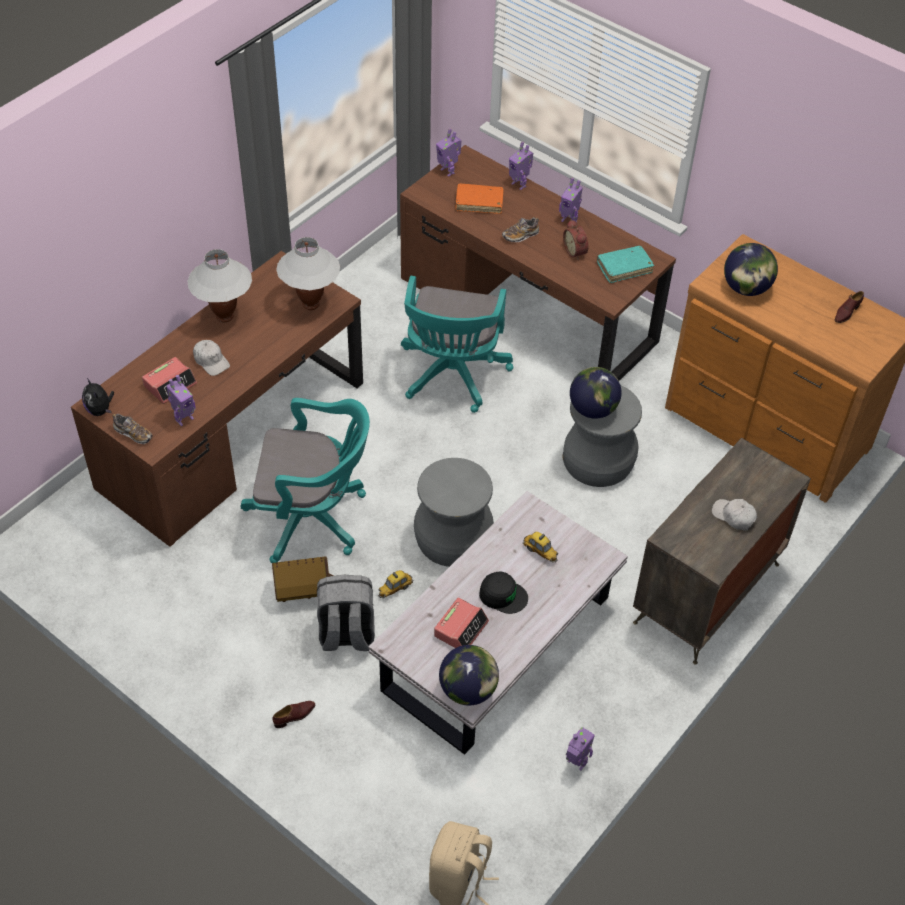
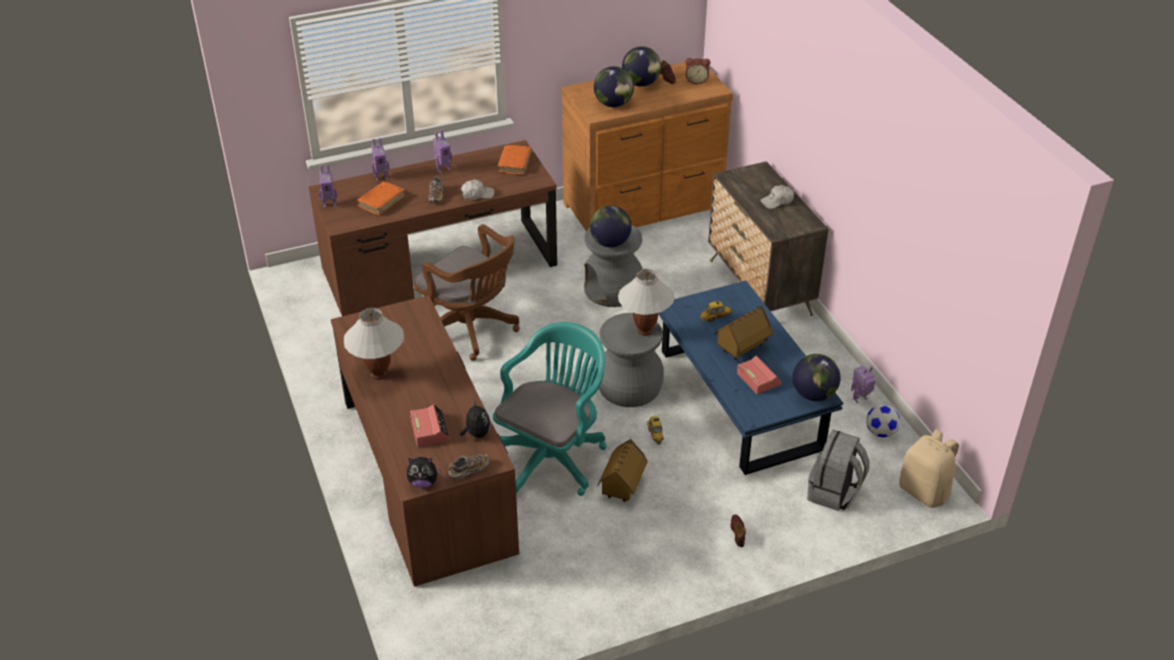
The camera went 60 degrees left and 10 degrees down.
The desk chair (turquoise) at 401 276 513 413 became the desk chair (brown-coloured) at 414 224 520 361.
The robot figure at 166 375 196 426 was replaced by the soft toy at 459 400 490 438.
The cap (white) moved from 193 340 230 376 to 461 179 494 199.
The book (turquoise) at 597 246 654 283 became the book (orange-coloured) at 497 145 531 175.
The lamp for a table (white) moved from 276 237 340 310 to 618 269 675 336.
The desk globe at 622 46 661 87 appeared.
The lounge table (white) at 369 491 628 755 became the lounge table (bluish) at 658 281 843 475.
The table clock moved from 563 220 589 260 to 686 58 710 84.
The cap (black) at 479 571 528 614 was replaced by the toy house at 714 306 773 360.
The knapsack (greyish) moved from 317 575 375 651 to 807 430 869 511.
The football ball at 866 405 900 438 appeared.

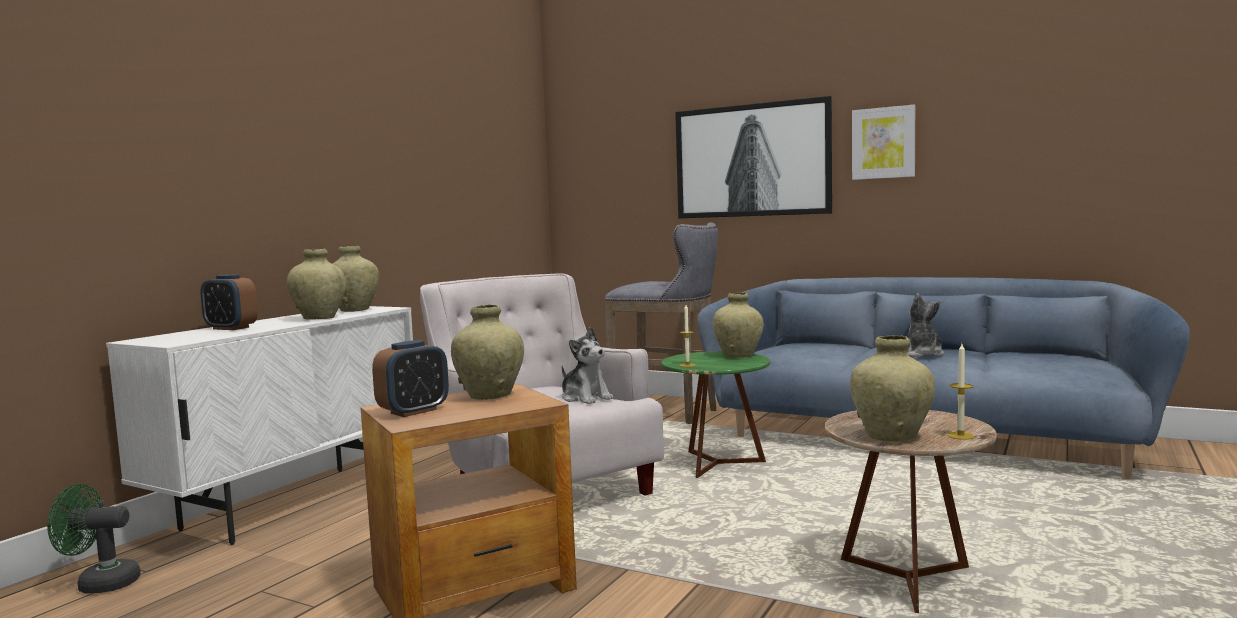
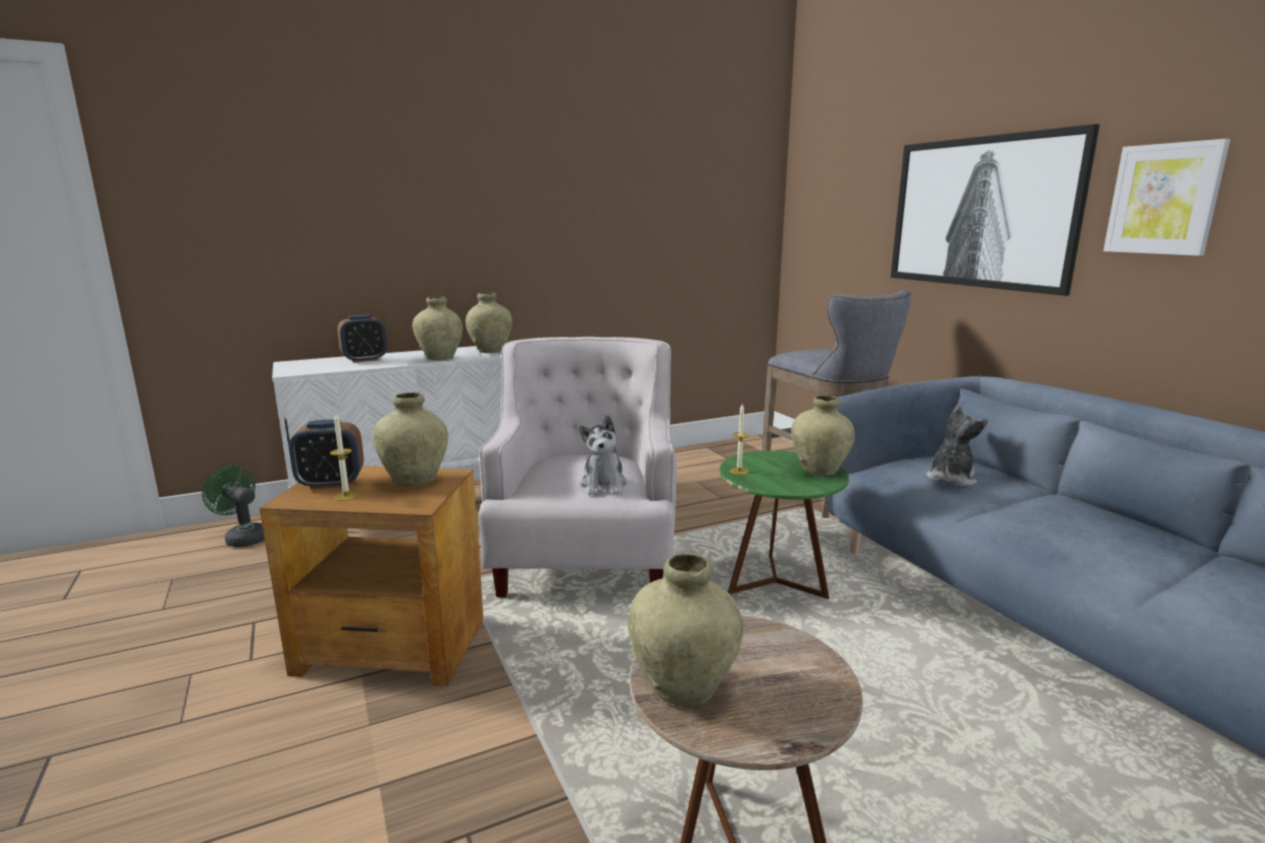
The camera went 35 degrees right and 10 degrees up.
The candle moved from 947 344 975 440 to 330 414 359 501.
The table clock at 200 274 258 330 turned 90 degrees counterclockwise.
The soft toy moved from 907 293 944 357 to 926 405 988 486.

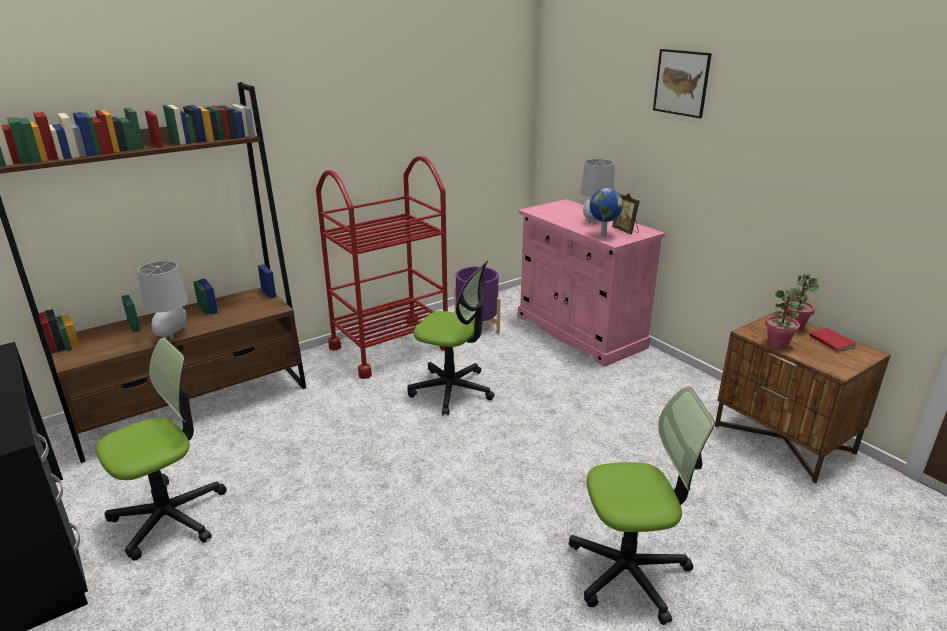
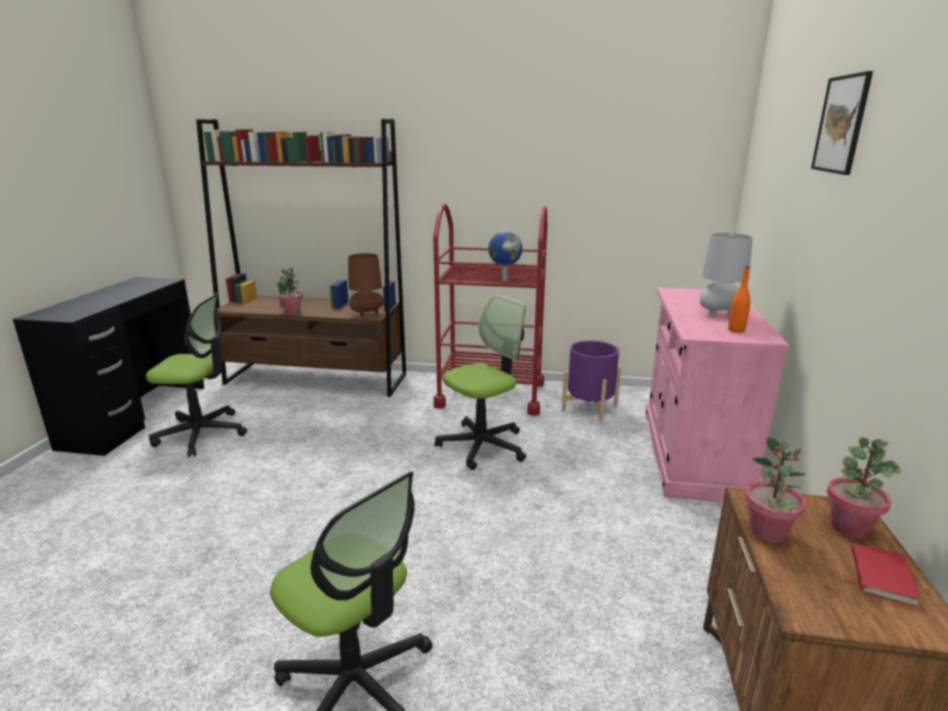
The camera went 45 degrees right and 5 degrees down.
The lamp for a table (greyish) at 138 261 188 339 was replaced by the potted plant at 277 267 303 314.
The lamp for a table (brown-coloured) at 348 253 384 316 appeared.
The desk chair at 408 260 495 416 turned 105 degrees counterclockwise.
The desk globe moved from 589 188 623 237 to 488 231 522 282.
The standing frame at 612 193 639 235 was replaced by the bottle (orange-coloured) at 728 267 751 333.

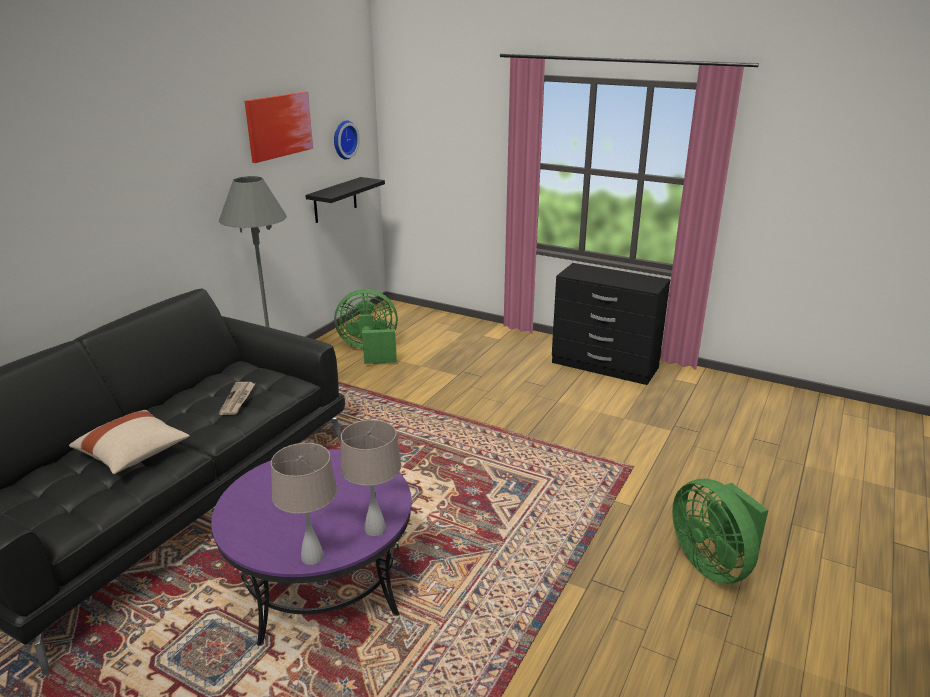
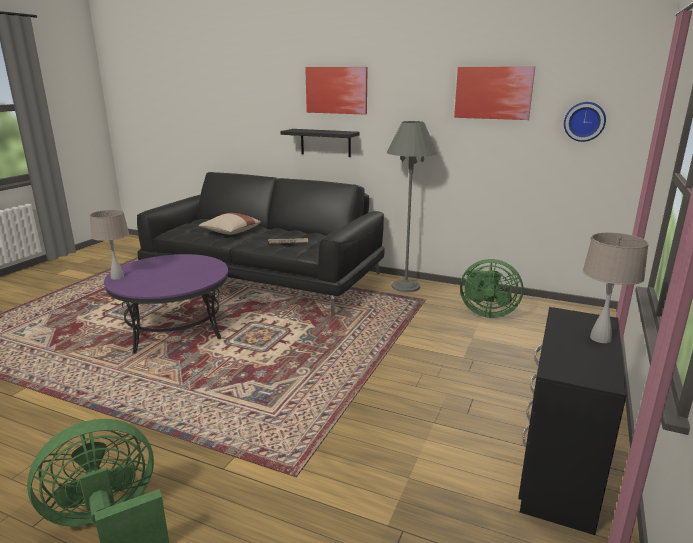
The camera went 85 degrees right and 5 degrees down.
The shelf (black) moved from 305 177 385 223 to 280 129 359 157.
The wall picture at 305 67 368 115 appeared.
The cooling fan (green) at 334 289 398 364 turned 120 degrees clockwise.
The lamp for a table (beige-coloured) moved from 340 420 401 536 to 583 232 649 343.

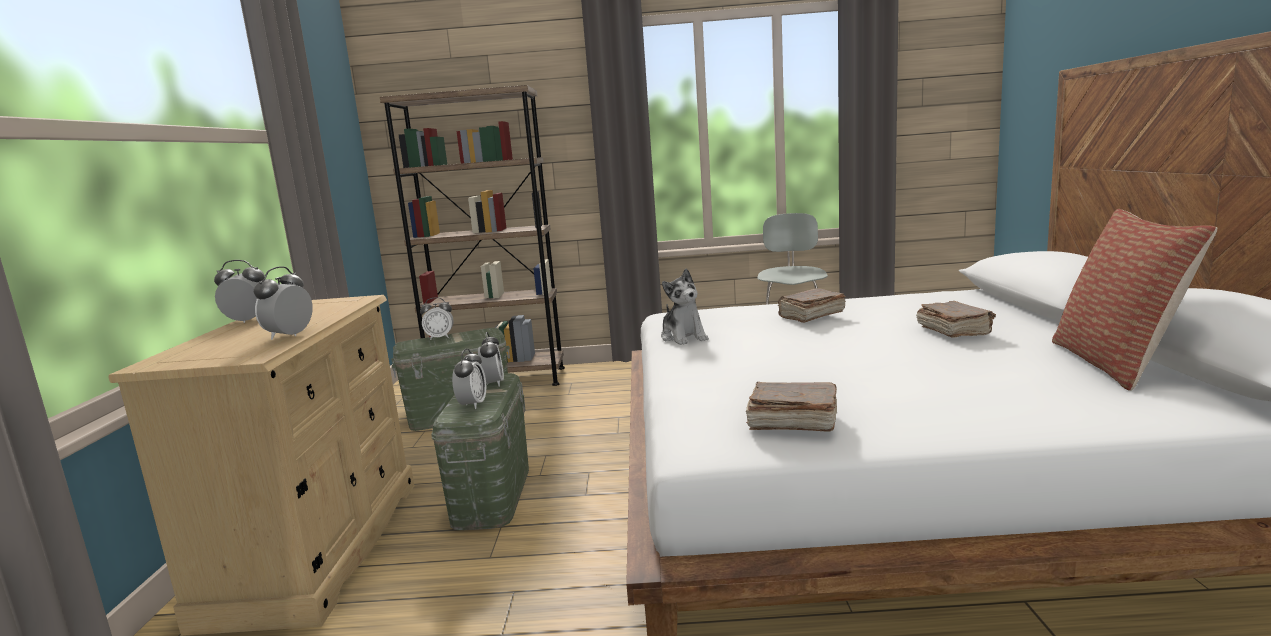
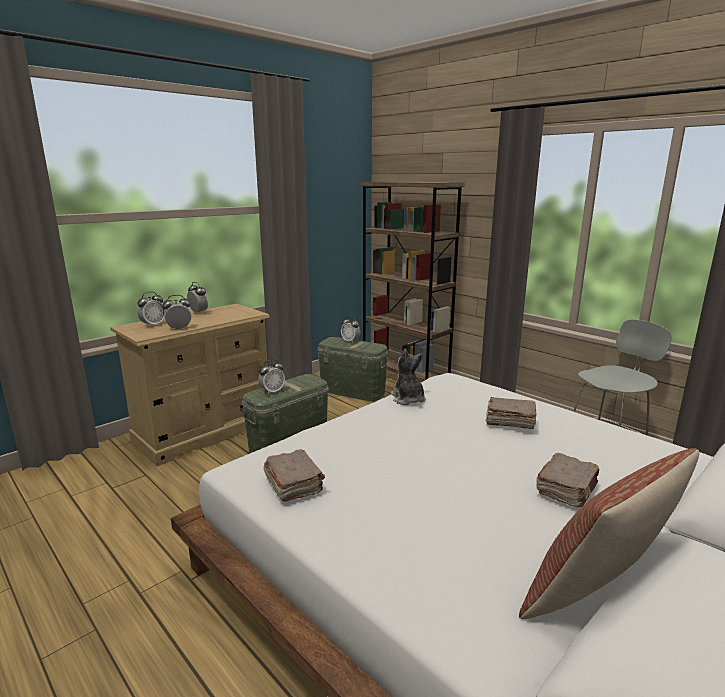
The camera went 45 degrees right and 5 degrees up.
The table clock moved from 478 332 504 387 to 137 292 165 327.
The soft toy at 661 268 709 345 turned 135 degrees clockwise.

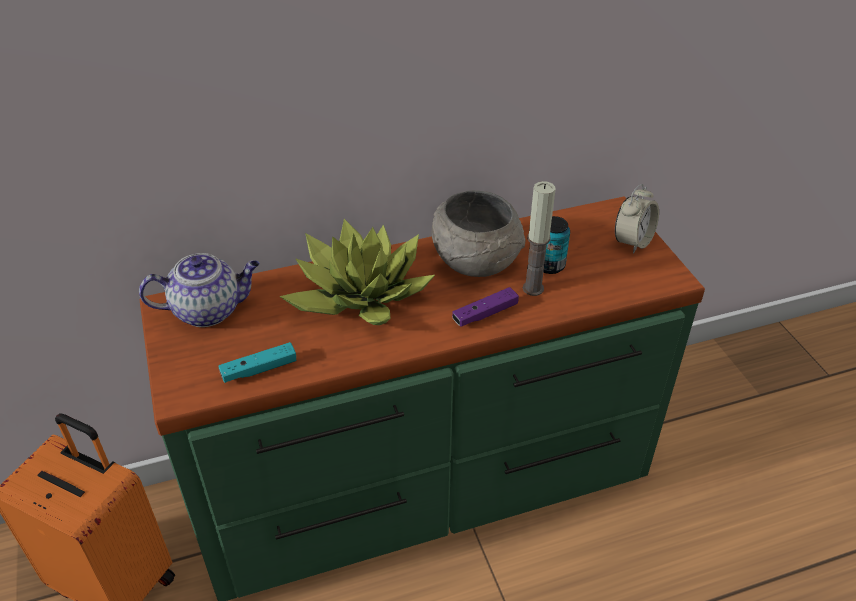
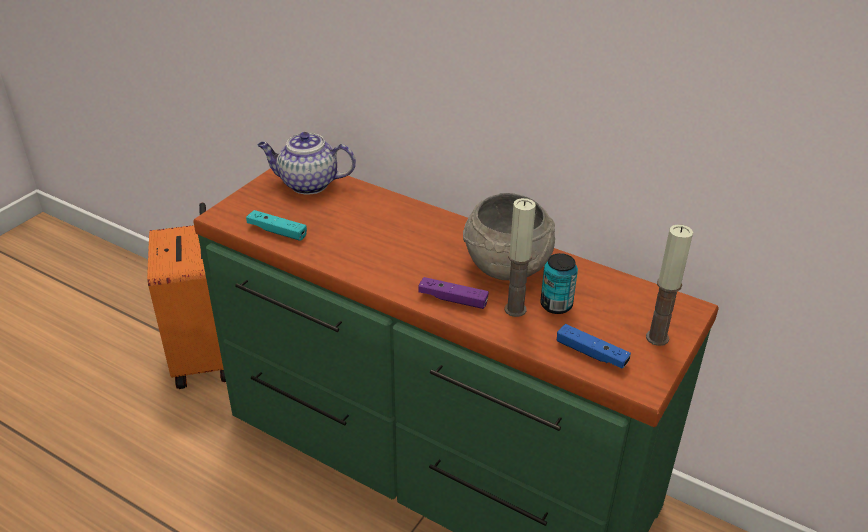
The camera went 50 degrees right and 5 degrees down.
The teapot at 139 253 260 327 turned 150 degrees clockwise.
The joypad (bluish) at 557 324 631 369 appeared.
The table clock at 615 184 659 254 was replaced by the candle at 646 225 693 346.
The potted plant at 279 219 435 325 disappeared.

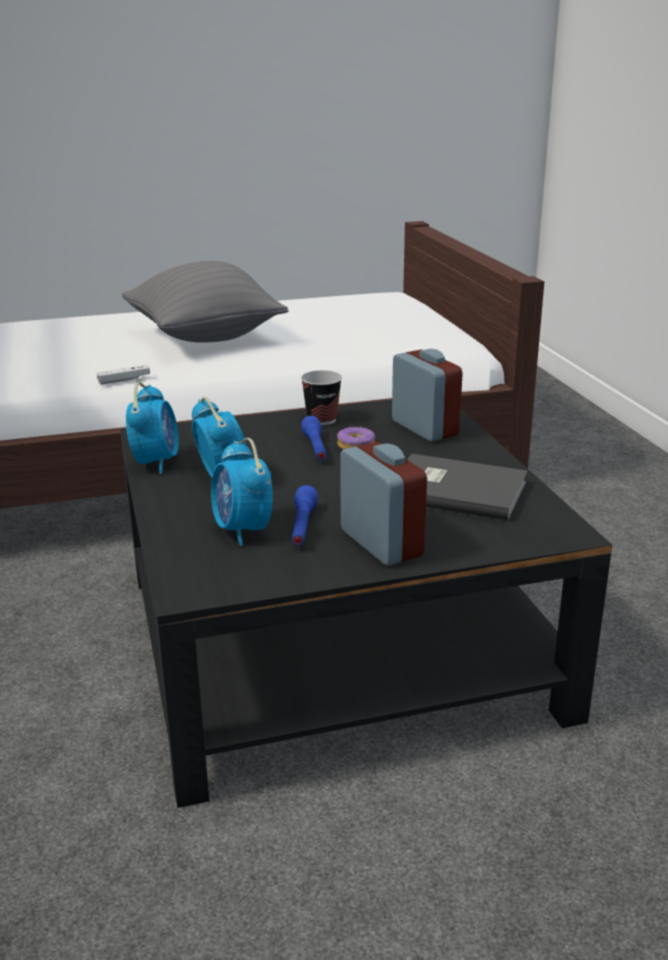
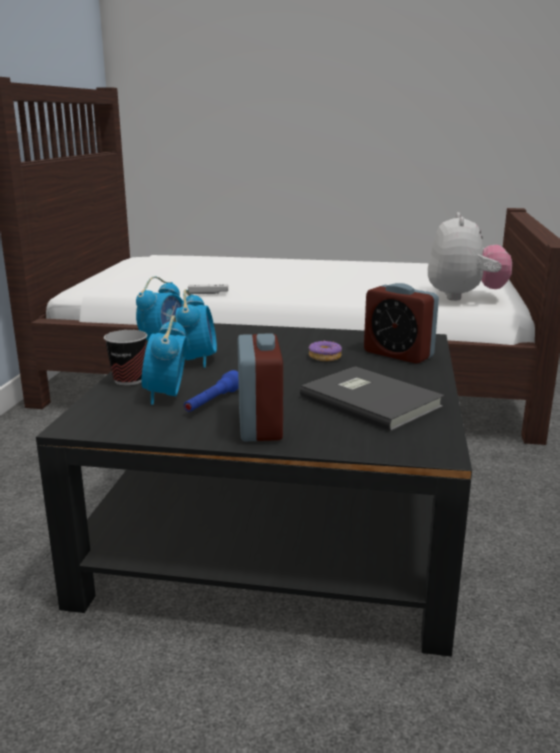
The camera went 25 degrees right and 5 degrees down.
The drinking cup moved from 301 370 342 425 to 104 330 147 386.
The table clock at 392 349 463 441 turned 135 degrees clockwise.
The soft toy at 428 212 512 301 appeared.
The throw pillow (greyish) at 122 261 289 343 disappeared.
The hand torch (bluish) at 301 416 327 460 disappeared.

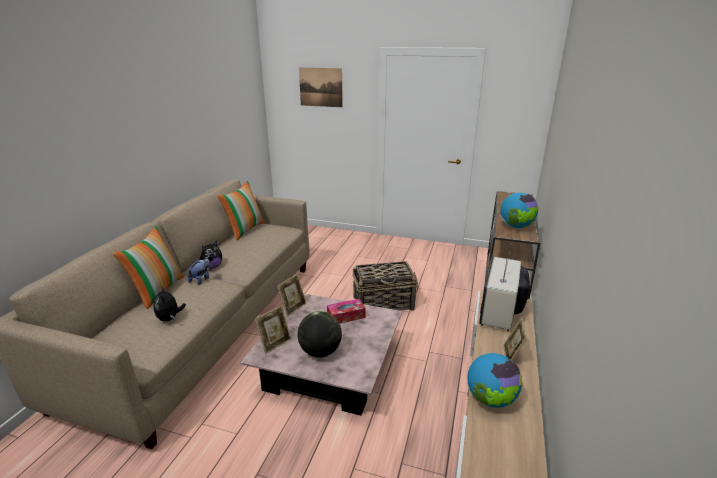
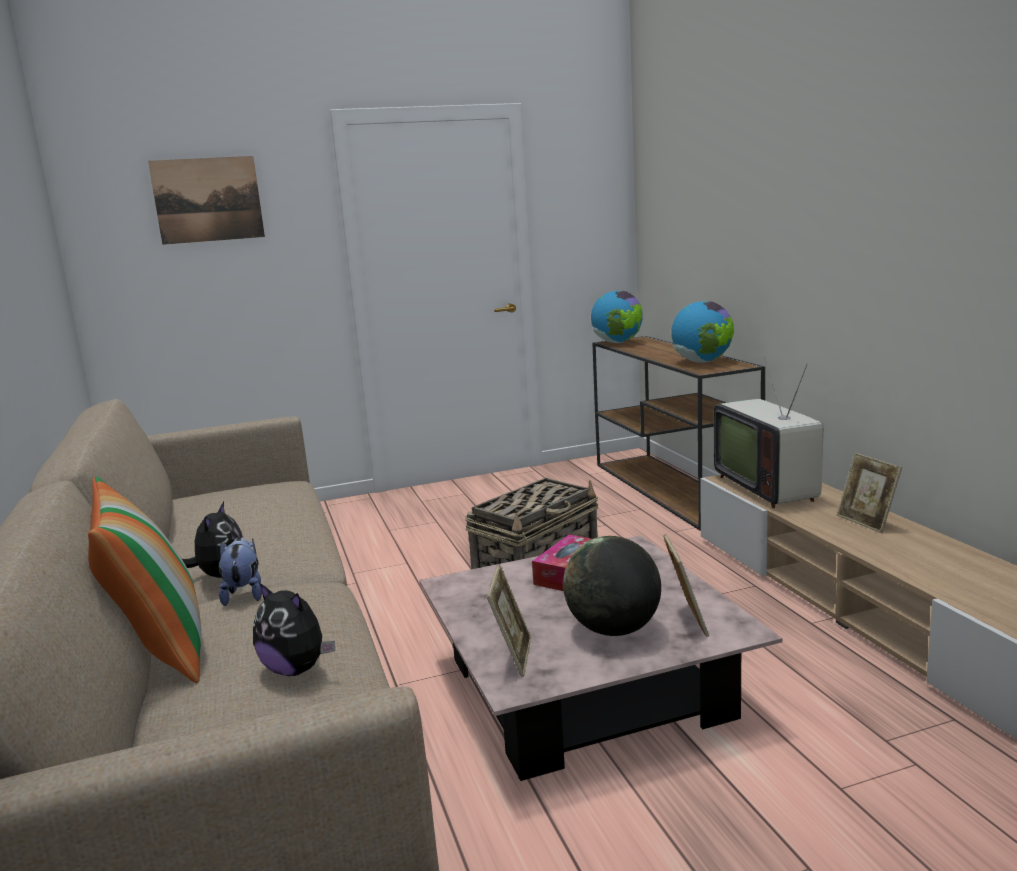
The camera went 35 degrees left and 10 degrees down.
The desk globe moved from 467 353 523 408 to 591 291 643 343.
The standing frame moved from 277 274 307 317 to 664 534 709 637.
The throw pillow at 217 181 265 240 disappeared.

